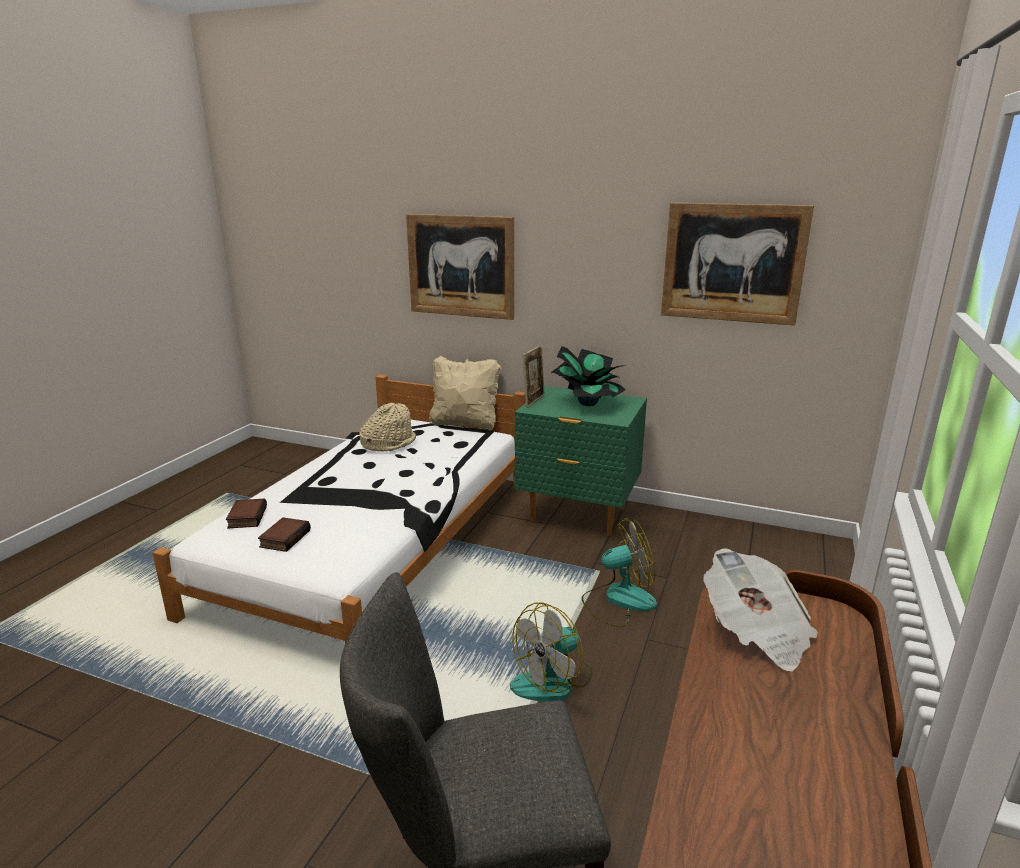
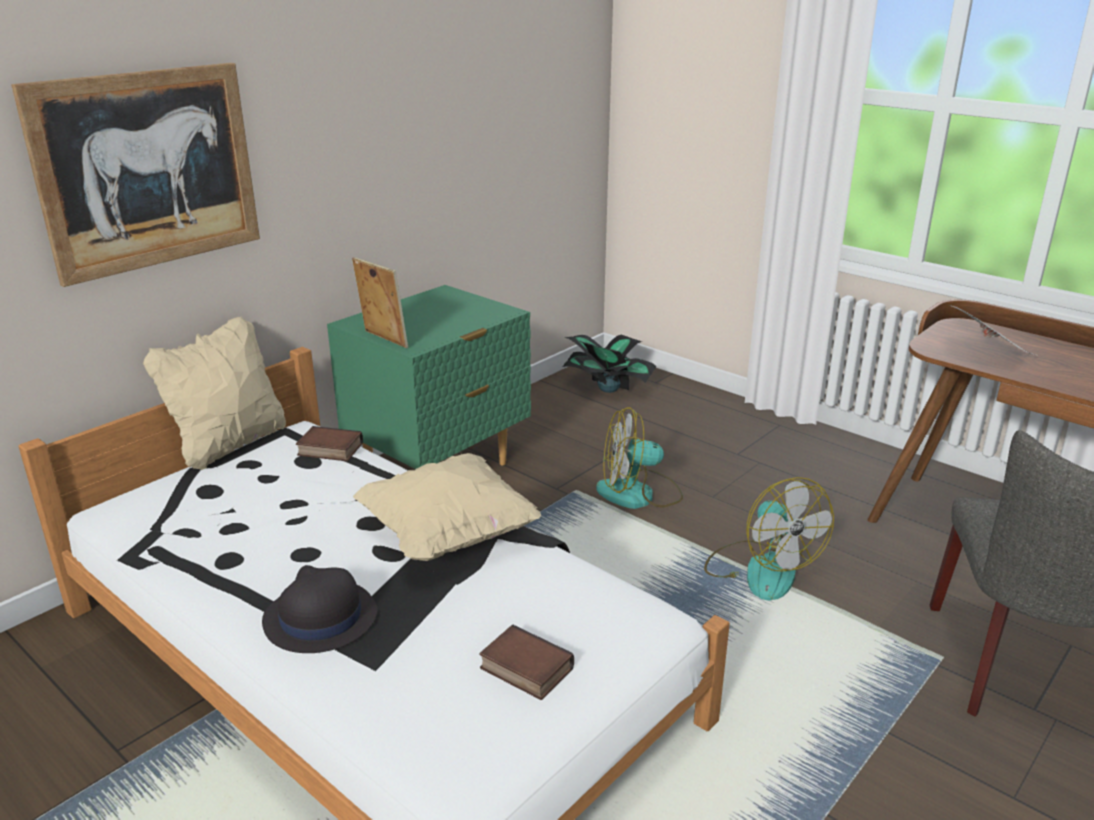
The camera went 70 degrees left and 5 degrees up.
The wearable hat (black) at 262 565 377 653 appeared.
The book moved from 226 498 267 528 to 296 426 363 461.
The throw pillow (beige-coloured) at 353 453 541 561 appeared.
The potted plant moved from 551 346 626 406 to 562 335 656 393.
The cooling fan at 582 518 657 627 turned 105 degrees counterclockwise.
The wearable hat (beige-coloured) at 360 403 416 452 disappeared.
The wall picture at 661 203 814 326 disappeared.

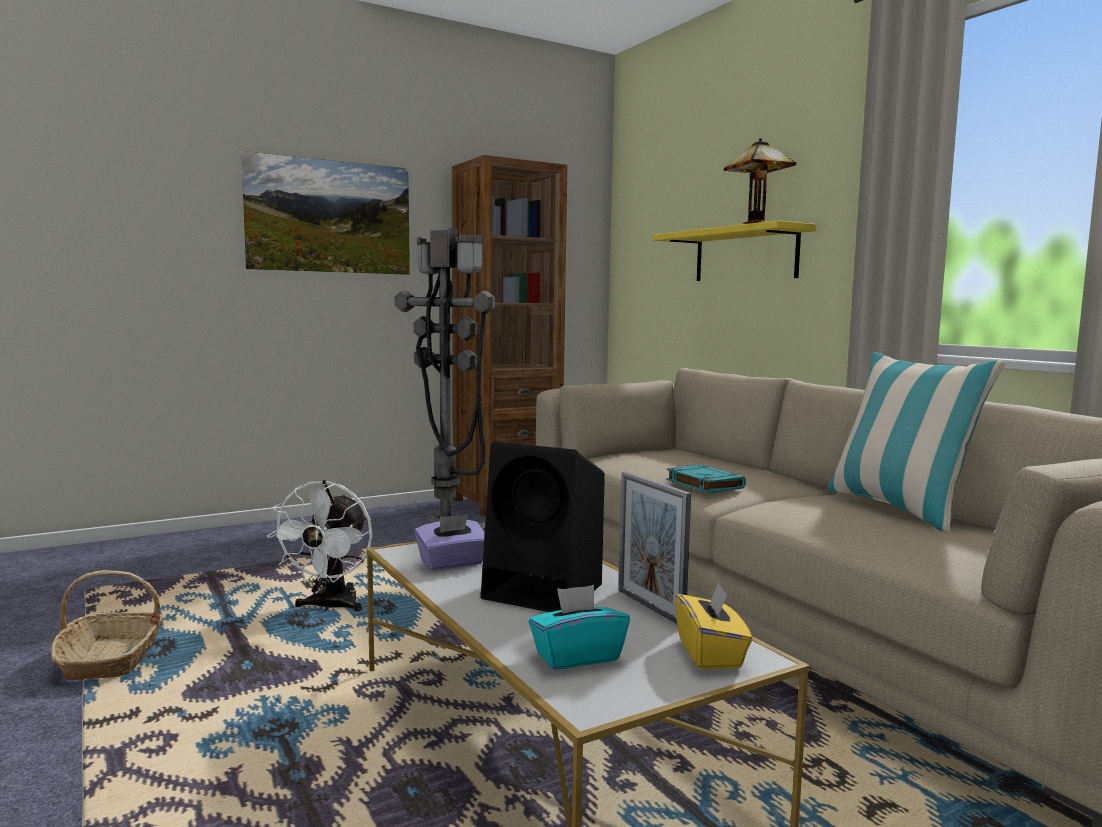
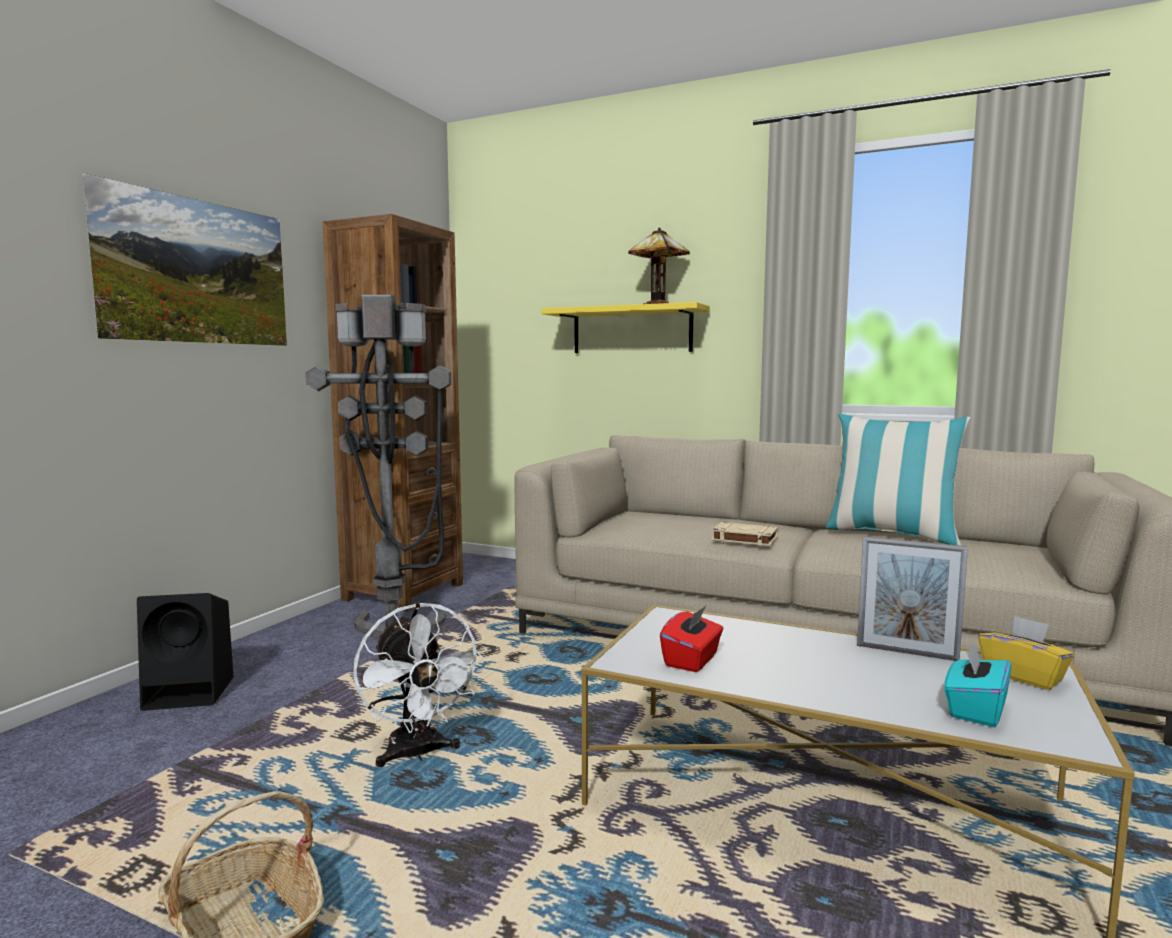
The camera went 35 degrees left and 0 degrees up.
The loudspeaker (black) moved from 481 442 605 612 to 137 593 234 711.
The tissue box (purple-coloured) at 415 514 485 571 became the tissue box (reddish) at 660 606 723 672.
The book (turquoise) at 666 465 746 493 became the book (beige-coloured) at 711 522 778 546.

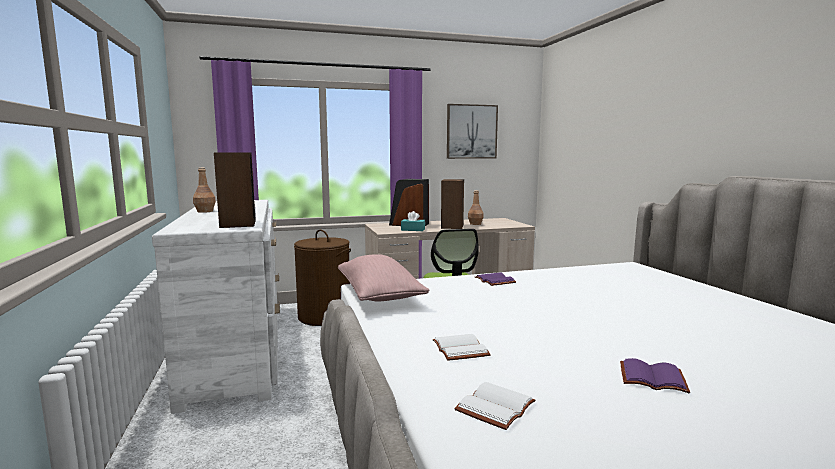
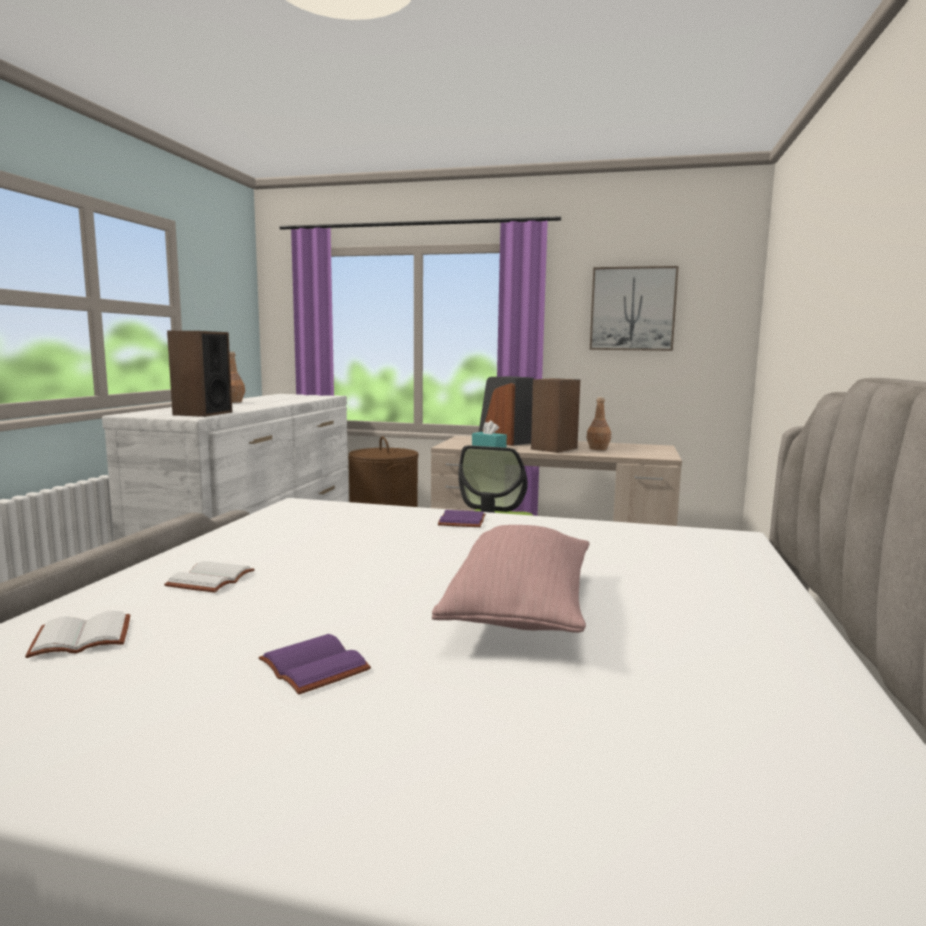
The camera went 30 degrees right and 0 degrees up.
The throw pillow (pink) moved from 338 254 430 301 to 432 525 590 633.

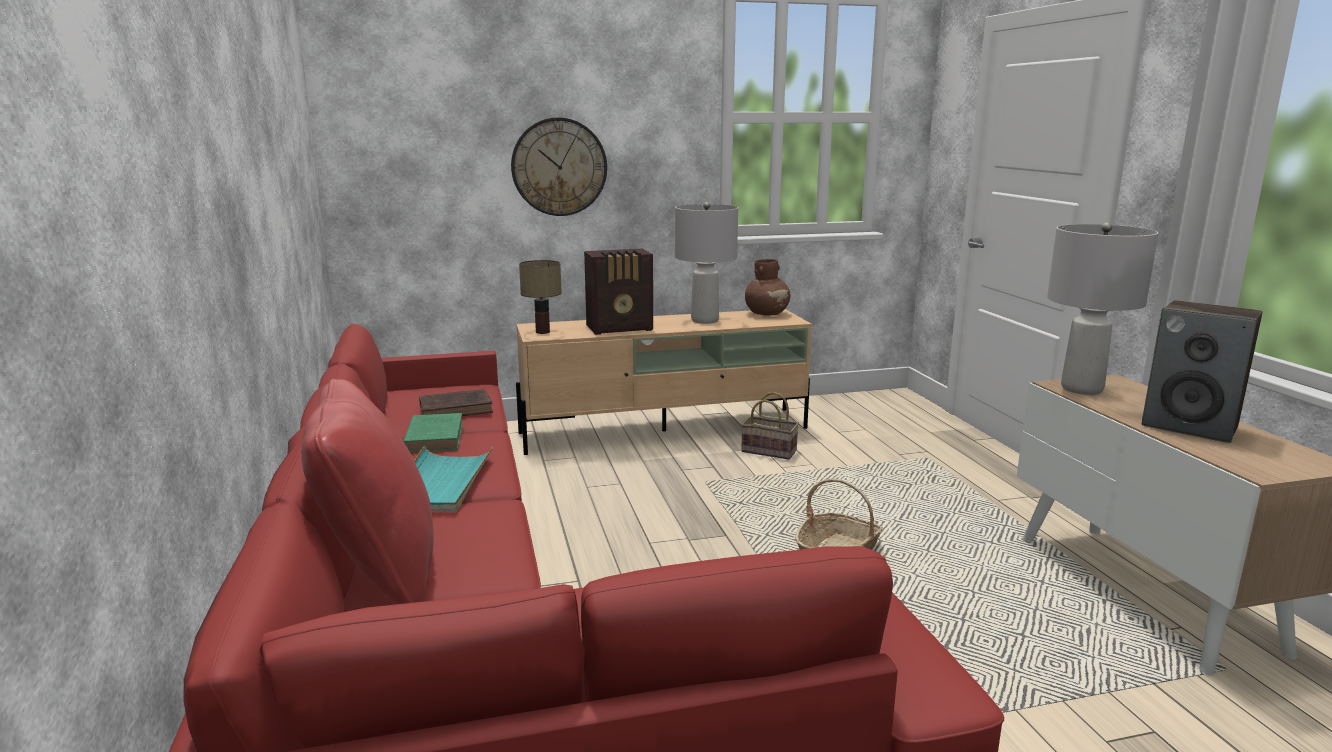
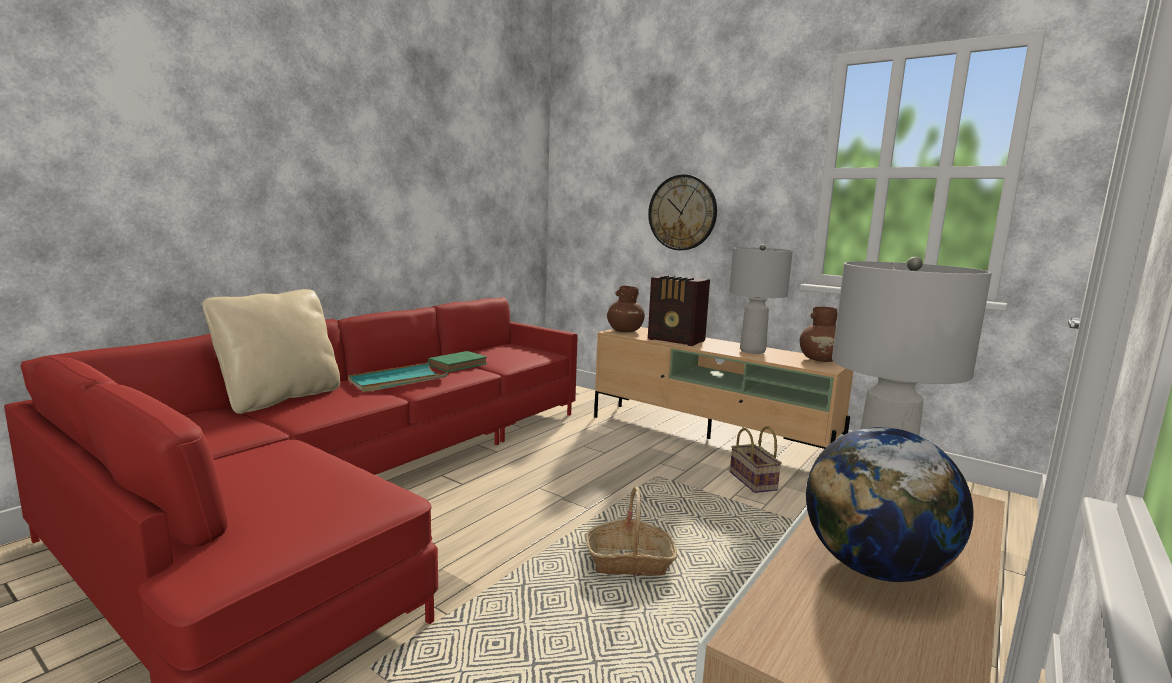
The camera went 50 degrees right and 5 degrees down.
The throw pillow (reddish) at 301 379 434 604 became the throw pillow (beige-coloured) at 203 289 340 414.
The lamp for a table at 519 260 562 334 was replaced by the vase (brown-coloured) at 607 286 645 332.
The loudspeaker at 1142 300 1262 443 was replaced by the desk globe at 806 427 973 582.
The book (brown-coloured) at 419 389 493 416 disappeared.

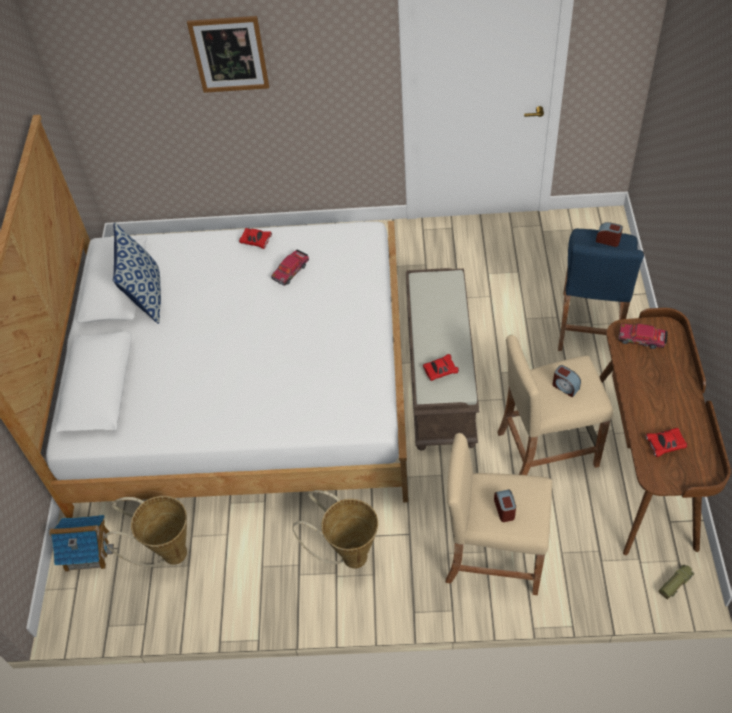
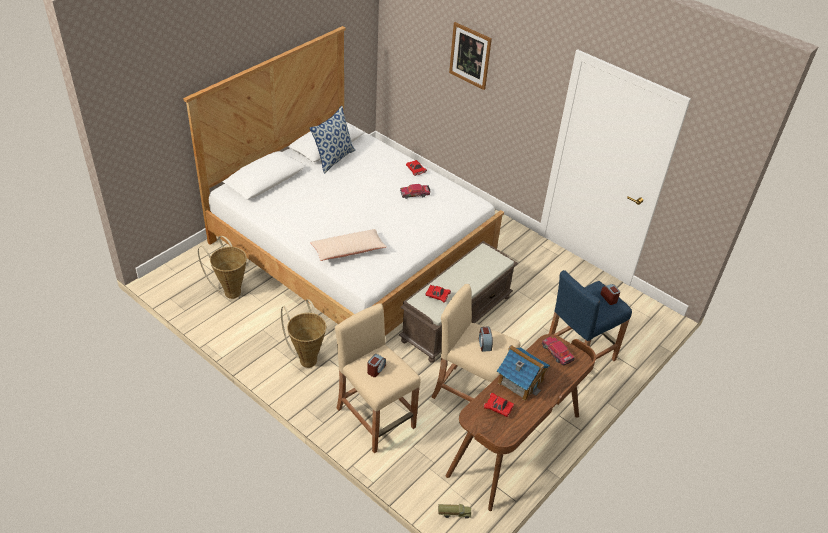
The camera went 35 degrees right and 10 degrees down.
The throw pillow (beige-coloured) at 310 229 387 261 appeared.
The toy house moved from 49 515 114 572 to 497 345 550 401.

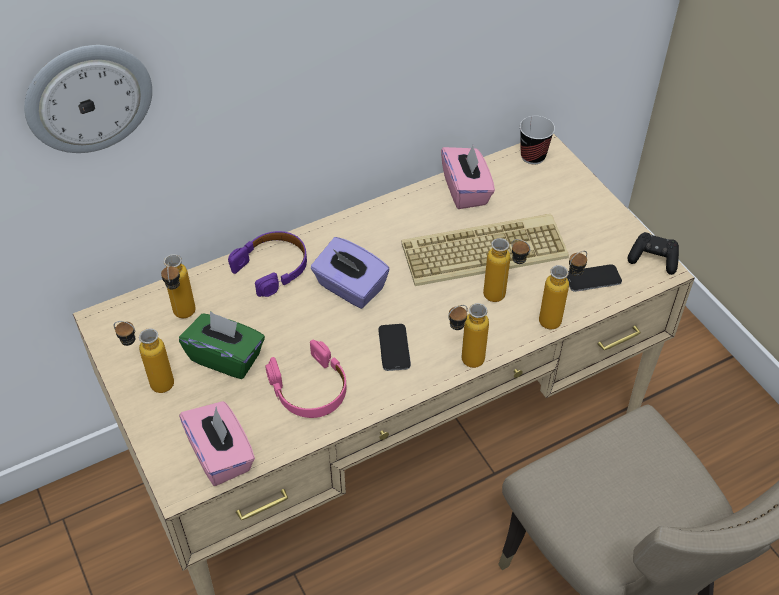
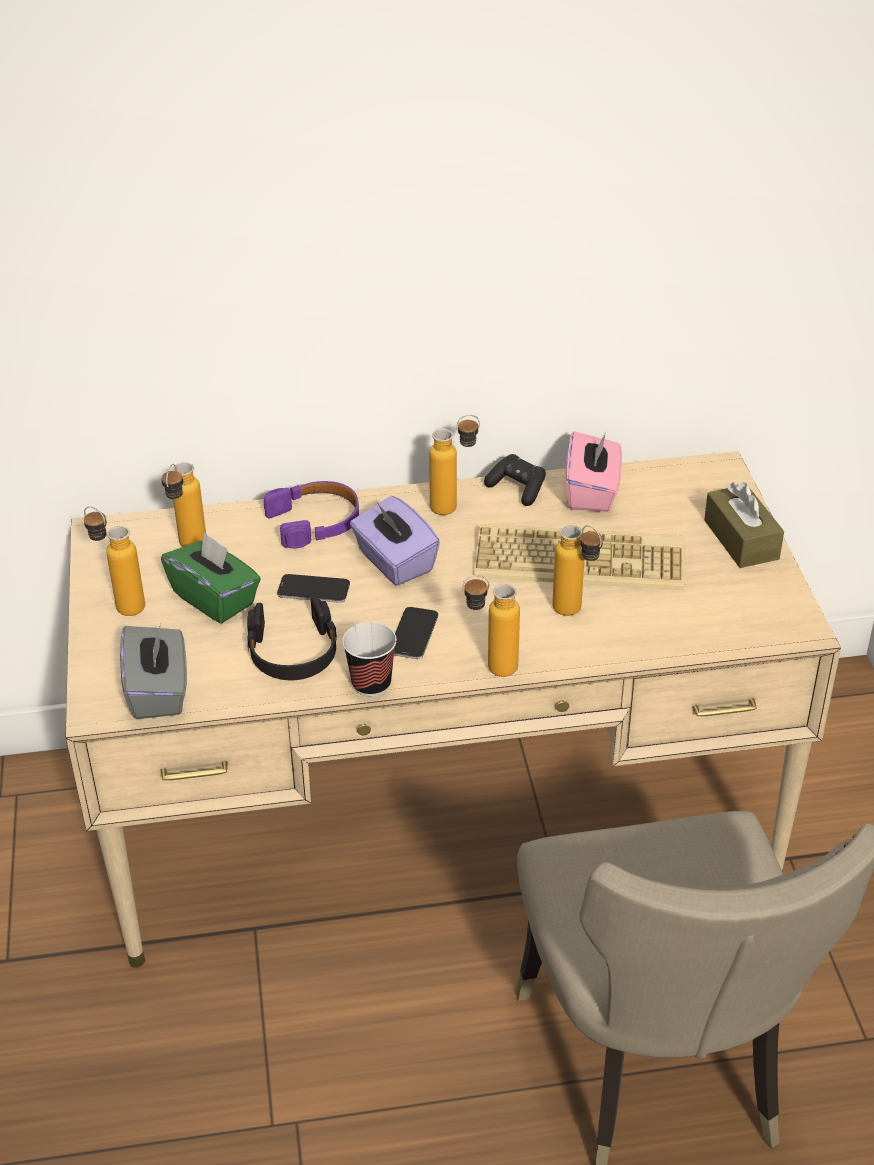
The camera went 20 degrees right and 10 degrees down.
The tissue box (pink) at 179 401 255 486 became the tissue box (greyish) at 120 624 187 719.
The headphones (pink) at 265 340 346 418 became the headphones (black) at 247 596 337 680.
The handset moved from 566 264 622 292 to 277 574 350 603.
The drinking cup moved from 520 116 555 164 to 342 622 397 697.
The bottle moved from 539 251 587 329 to 429 415 480 515.
The joypad (black) moved from 628 232 679 275 to 484 454 546 506.
The tissue box (brown-coloured) at 704 482 784 568 appeared.
The wall clock at 24 45 152 153 disappeared.

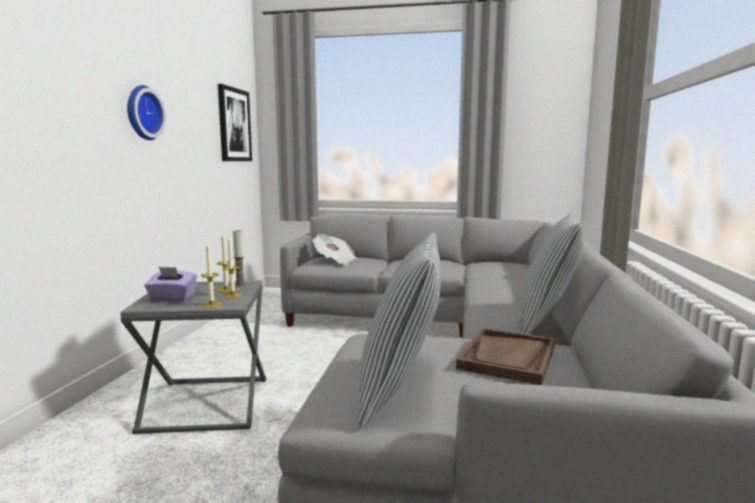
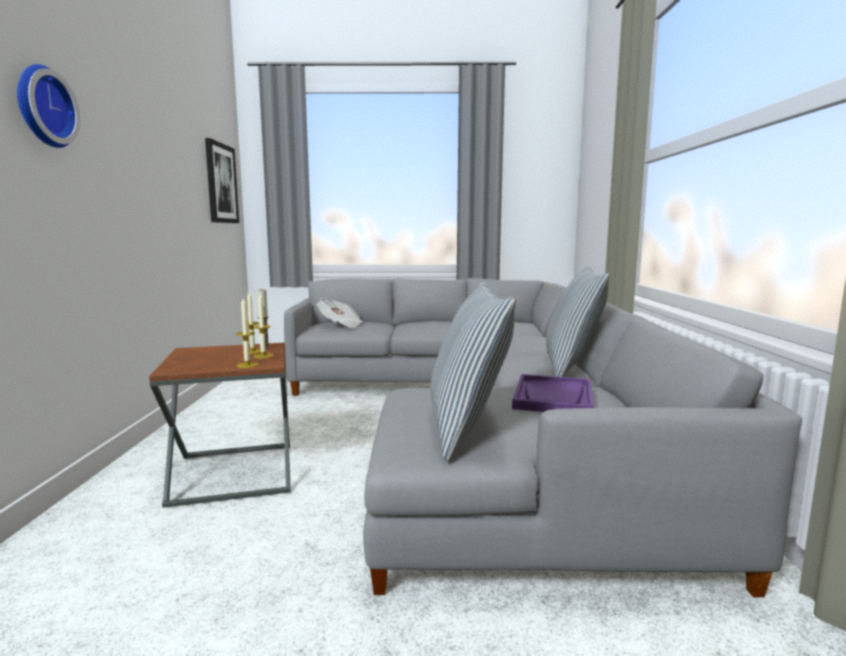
The camera went 10 degrees left and 0 degrees up.
The wall clock moved from 127 85 166 140 to 17 64 80 148.
The side table (greyish) at 120 281 266 434 became the side table (brown-coloured) at 149 343 291 508.
The carrying tray (brown-coloured) at 456 328 555 385 became the carrying tray (purple-coloured) at 512 374 594 412.
The tissue box (purple-coloured) at 144 267 197 301 disappeared.

